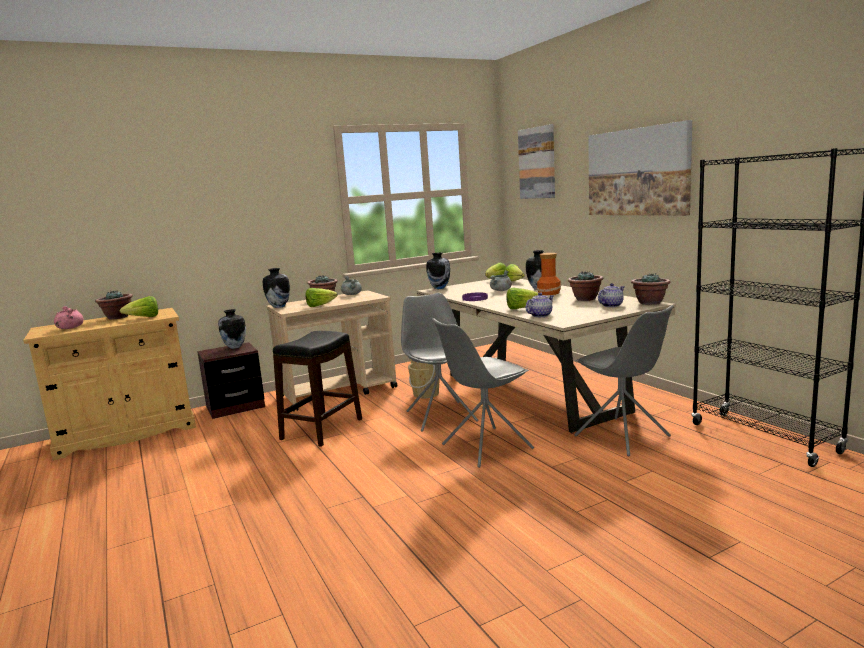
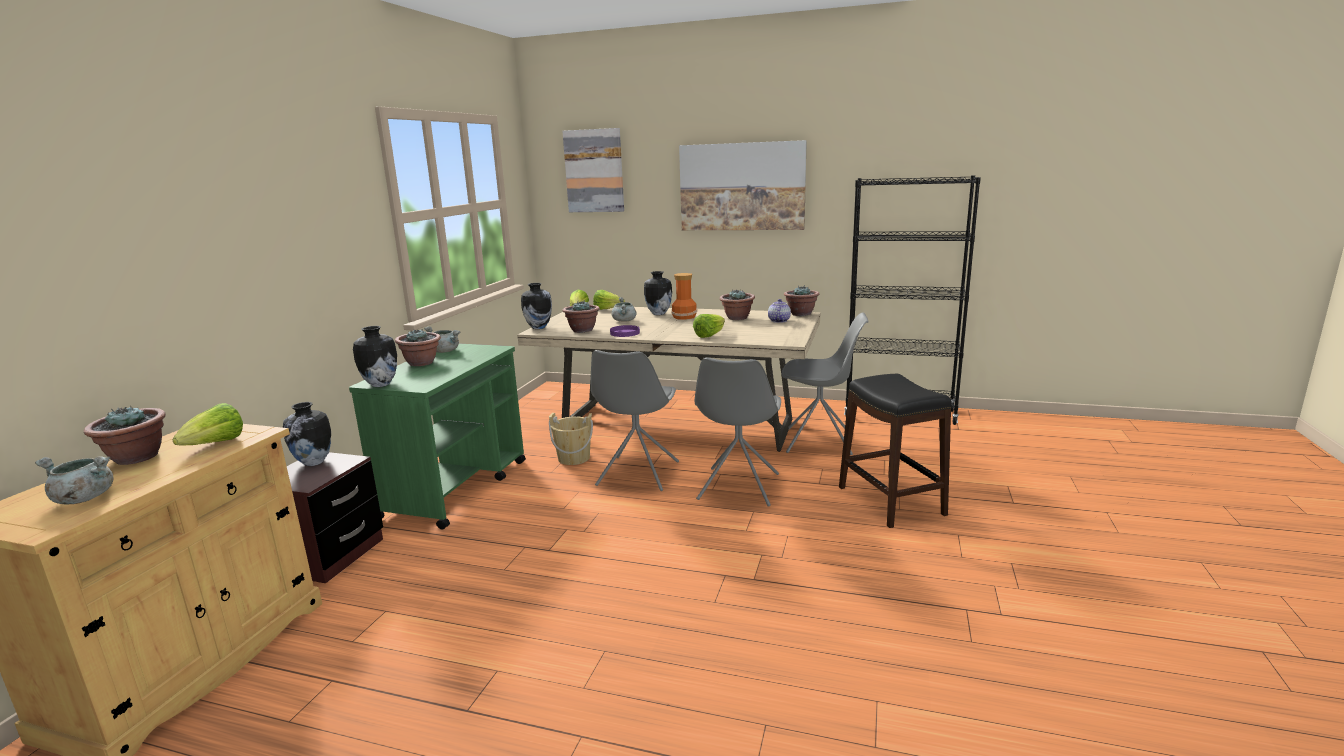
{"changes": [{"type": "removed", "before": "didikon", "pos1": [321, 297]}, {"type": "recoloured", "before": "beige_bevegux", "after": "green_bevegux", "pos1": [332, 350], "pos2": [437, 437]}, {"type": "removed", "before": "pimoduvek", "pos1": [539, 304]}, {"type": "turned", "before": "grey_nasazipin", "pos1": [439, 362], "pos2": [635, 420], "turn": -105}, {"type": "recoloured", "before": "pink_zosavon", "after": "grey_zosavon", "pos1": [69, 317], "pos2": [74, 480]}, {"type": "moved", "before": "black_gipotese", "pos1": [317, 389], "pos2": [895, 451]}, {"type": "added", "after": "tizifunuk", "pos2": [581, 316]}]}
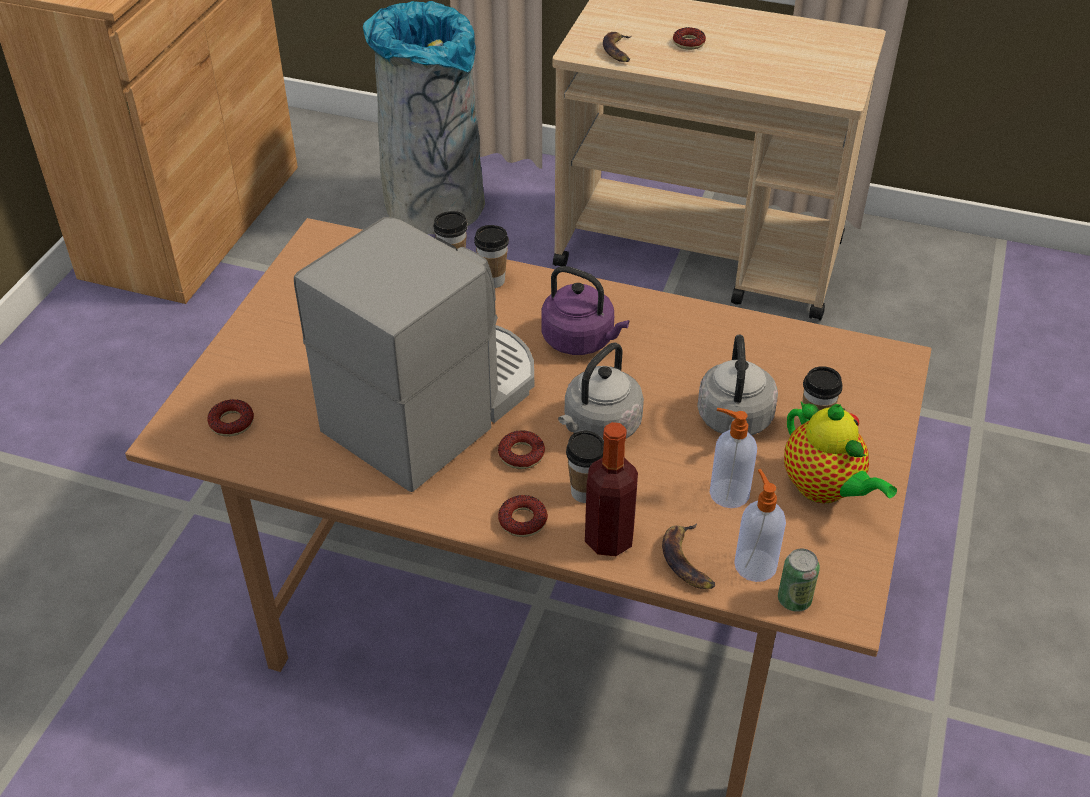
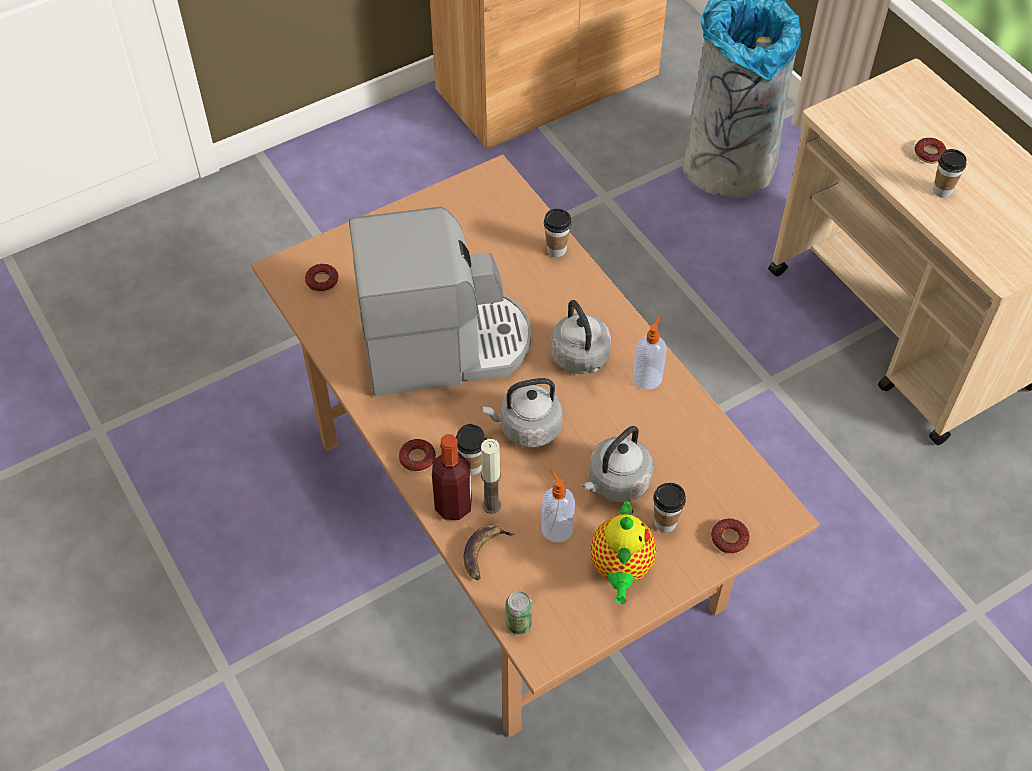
{"changes": [{"type": "removed", "before": "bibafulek", "pos1": [617, 47]}, {"type": "moved", "before": "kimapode", "pos1": [491, 256], "pos2": [950, 173]}, {"type": "recoloured", "before": "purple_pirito", "after": "grey_pirito", "pos1": [585, 310], "pos2": [581, 337]}, {"type": "moved", "before": "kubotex", "pos1": [521, 449], "pos2": [730, 536]}, {"type": "moved", "before": "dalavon", "pos1": [760, 525], "pos2": [650, 352]}, {"type": "added", "after": "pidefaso", "pos2": [491, 476]}]}
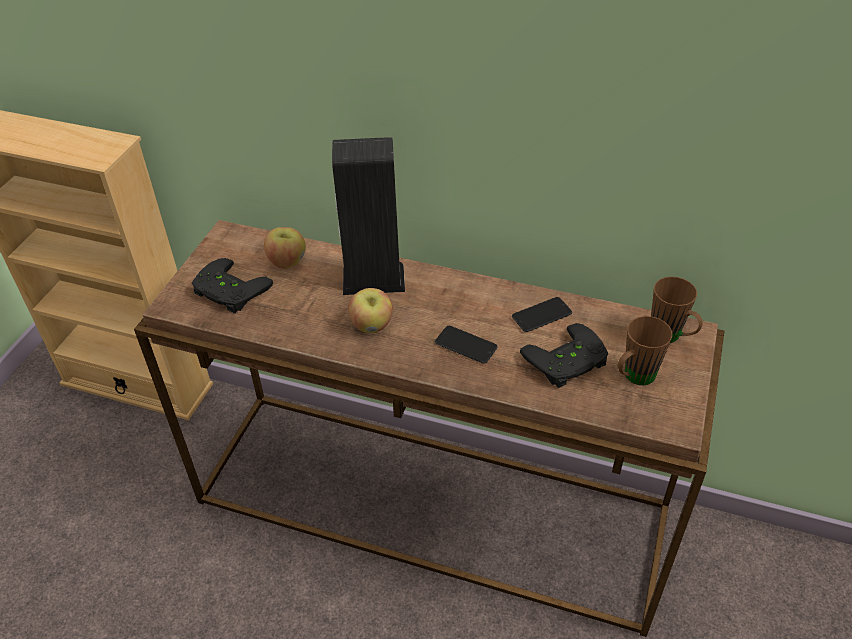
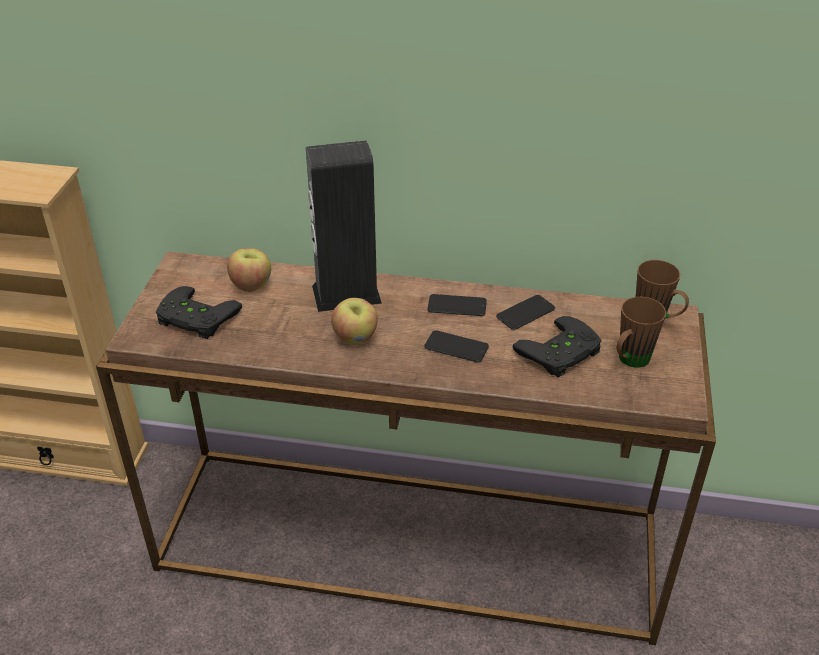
{"changes": [{"type": "added", "after": "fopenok", "pos2": [457, 305]}]}
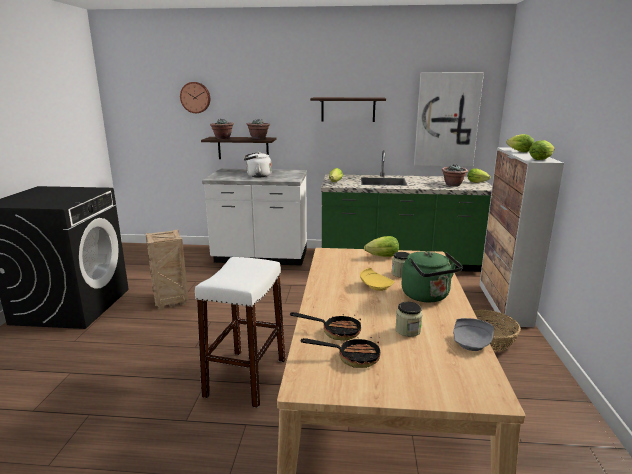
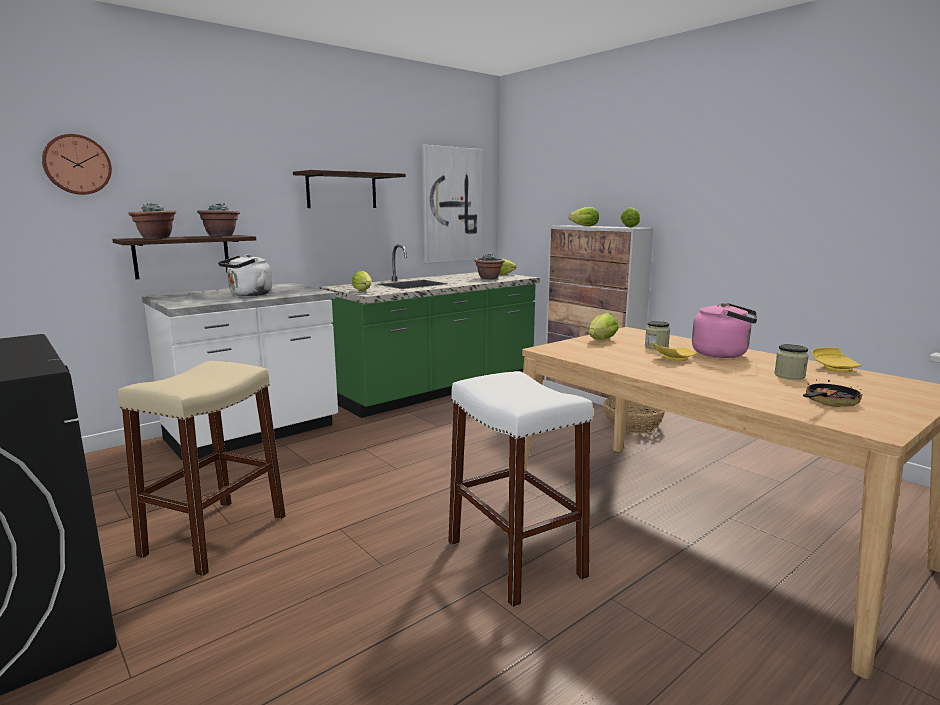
{"changes": [{"type": "replaced", "before": "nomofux", "after": "beige_gipotese", "pos1": [166, 269], "pos2": [202, 468]}, {"type": "recoloured", "before": "green_pirito", "after": "pink_pirito", "pos1": [432, 276], "pos2": [724, 330]}, {"type": "removed", "before": "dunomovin", "pos1": [325, 326]}, {"type": "recoloured", "before": "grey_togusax", "after": "yellow_togusax", "pos1": [473, 334], "pos2": [836, 360]}]}
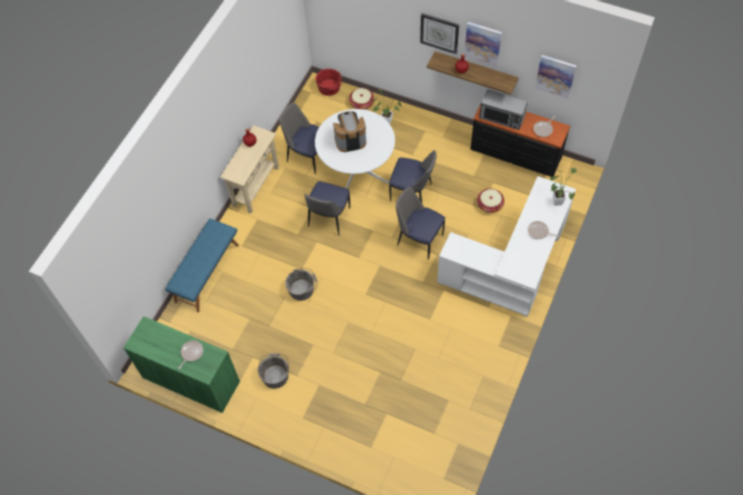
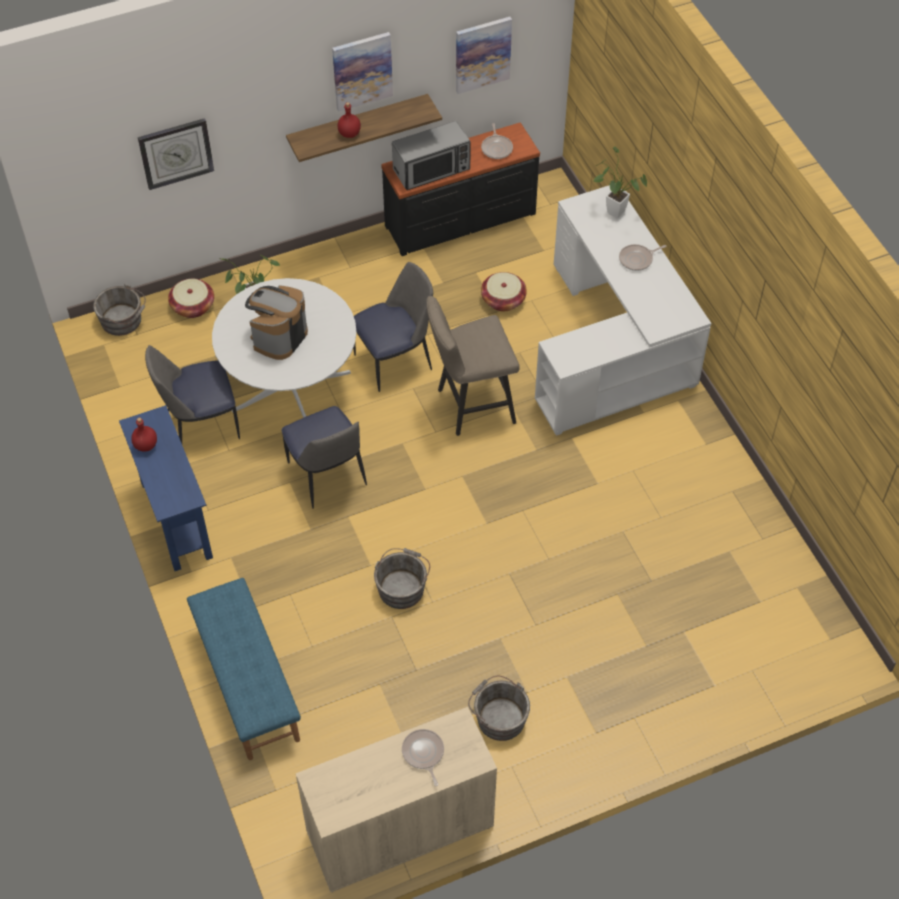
{"changes": [{"type": "moved", "before": "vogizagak", "pos1": [439, 33], "pos2": [176, 154]}, {"type": "recoloured", "before": "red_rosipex", "after": "grey_rosipex", "pos1": [329, 82], "pos2": [119, 310]}, {"type": "recoloured", "before": "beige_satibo", "after": "blue_satibo", "pos1": [249, 169], "pos2": [166, 488]}, {"type": "replaced", "before": "nasazipin", "after": "beige_gipotese", "pos1": [420, 223], "pos2": [473, 366]}, {"type": "recoloured", "before": "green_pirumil", "after": "beige_pirumil", "pos1": [182, 364], "pos2": [396, 799]}]}
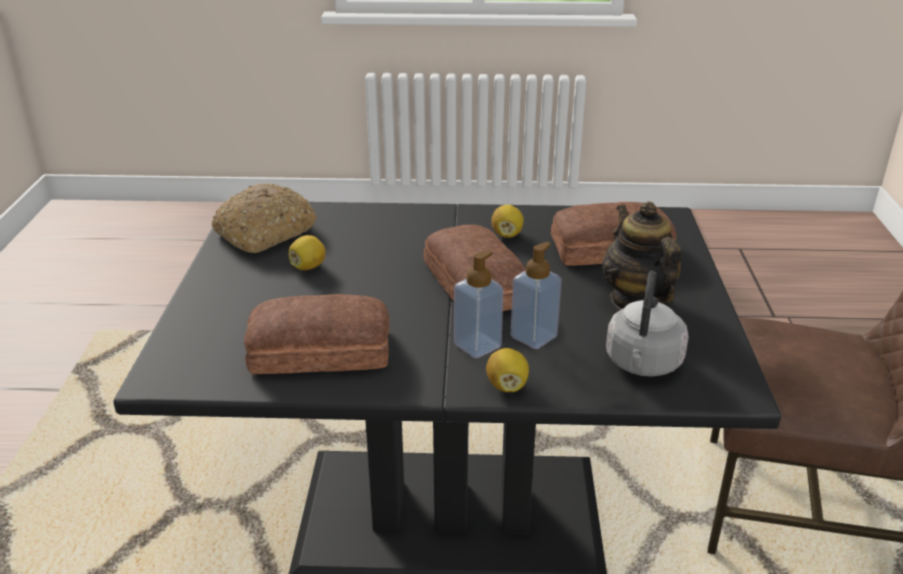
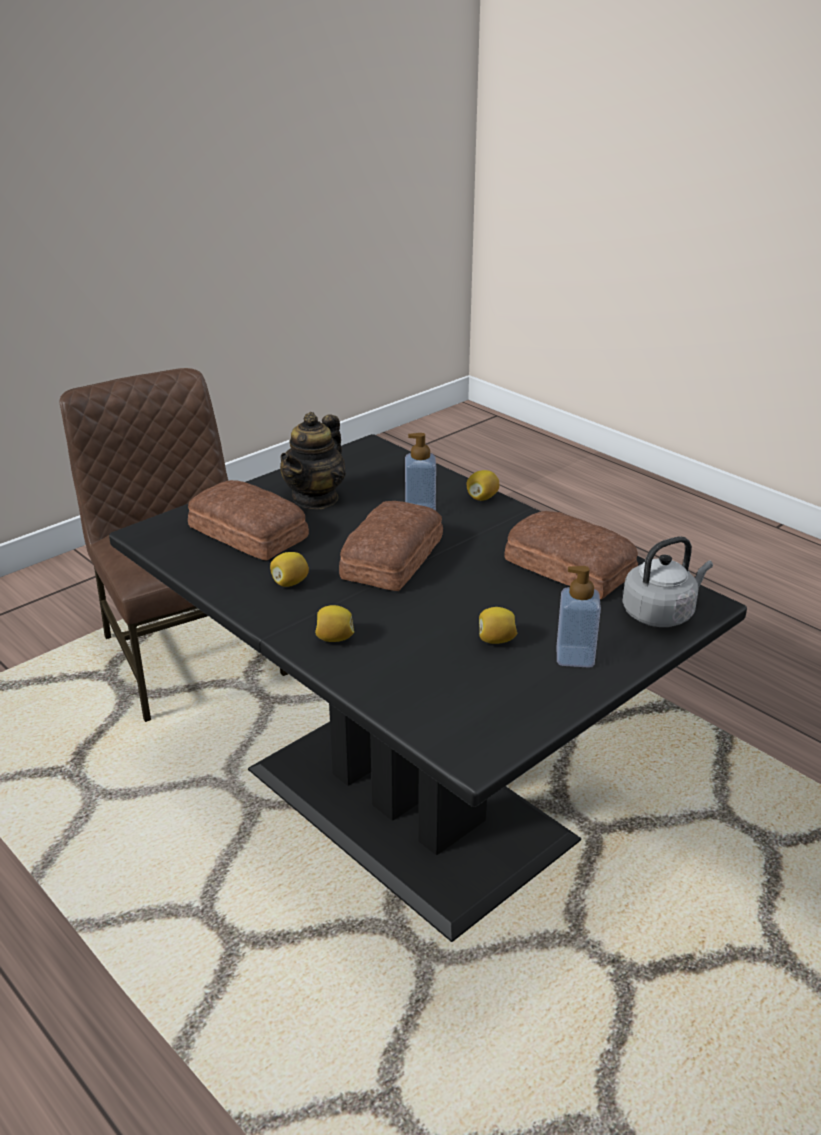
{"changes": [{"type": "removed", "before": "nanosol", "pos1": [264, 218]}, {"type": "moved", "before": "dalavon", "pos1": [479, 304], "pos2": [579, 617]}, {"type": "moved", "before": "grey_pirito", "pos1": [647, 324], "pos2": [667, 581]}, {"type": "added", "after": "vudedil", "pos2": [334, 623]}]}
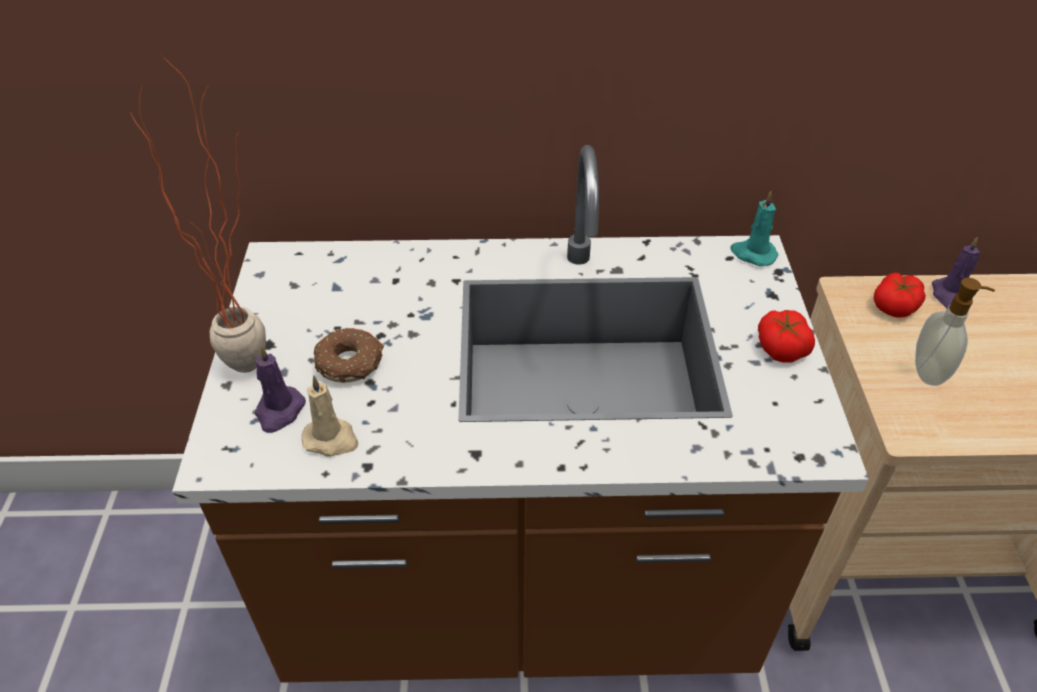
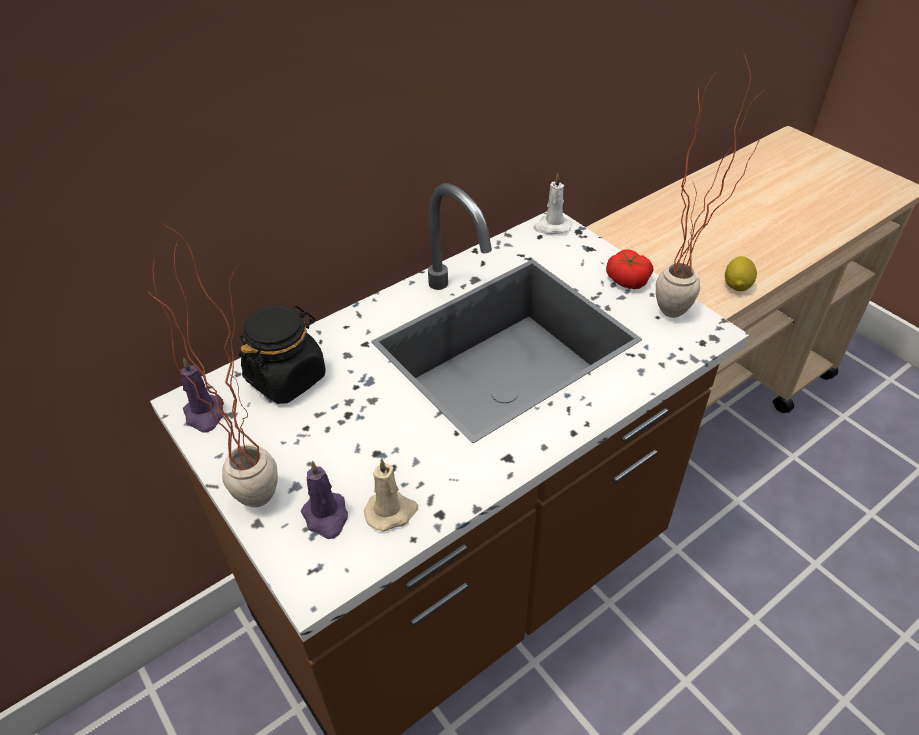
{"changes": [{"type": "recoloured", "before": "turquoise_pidefaso", "after": "white_pidefaso", "pos1": [754, 228], "pos2": [552, 203]}, {"type": "moved", "before": "purple_pidefaso", "pos1": [956, 272], "pos2": [202, 395]}, {"type": "removed", "before": "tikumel", "pos1": [899, 295]}, {"type": "removed", "before": "dalavon", "pos1": [955, 332]}, {"type": "removed", "before": "kubotex", "pos1": [349, 355]}, {"type": "added", "after": "tizifunuk", "pos2": [713, 185]}, {"type": "added", "after": "vudedil", "pos2": [741, 273]}, {"type": "added", "after": "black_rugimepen", "pos2": [282, 354]}]}
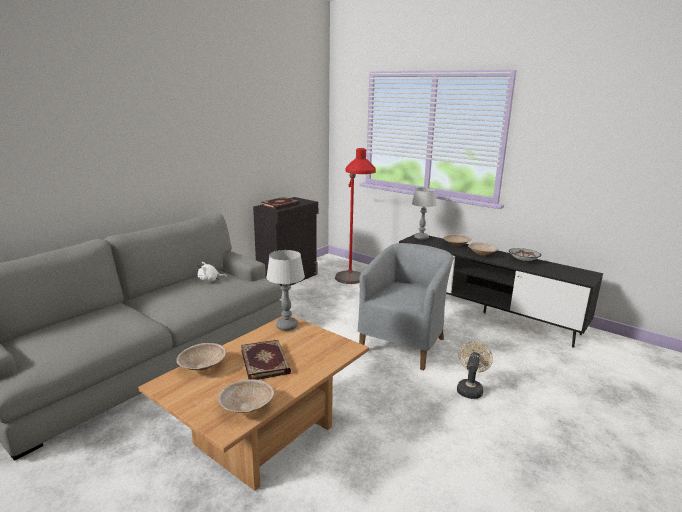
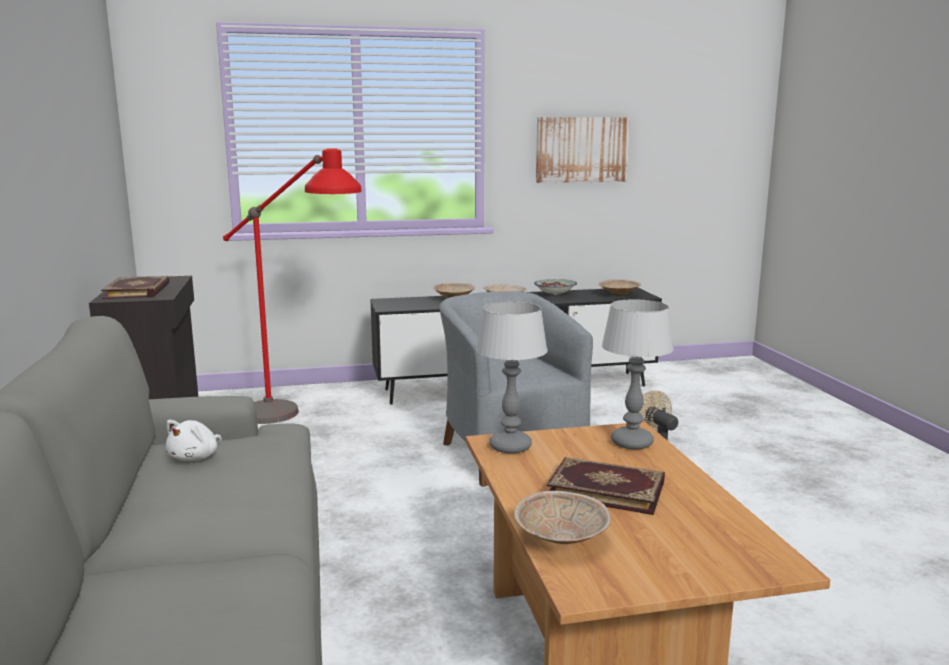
{"changes": [{"type": "moved", "before": "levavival", "pos1": [424, 213], "pos2": [638, 374]}, {"type": "moved", "before": "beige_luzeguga", "pos1": [246, 396], "pos2": [620, 287]}, {"type": "added", "after": "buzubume", "pos2": [583, 150]}]}
